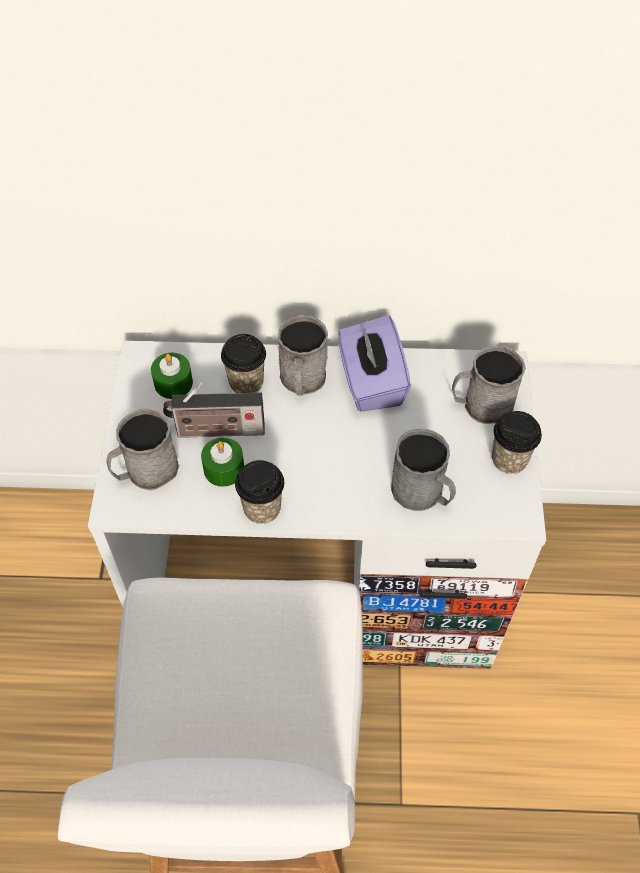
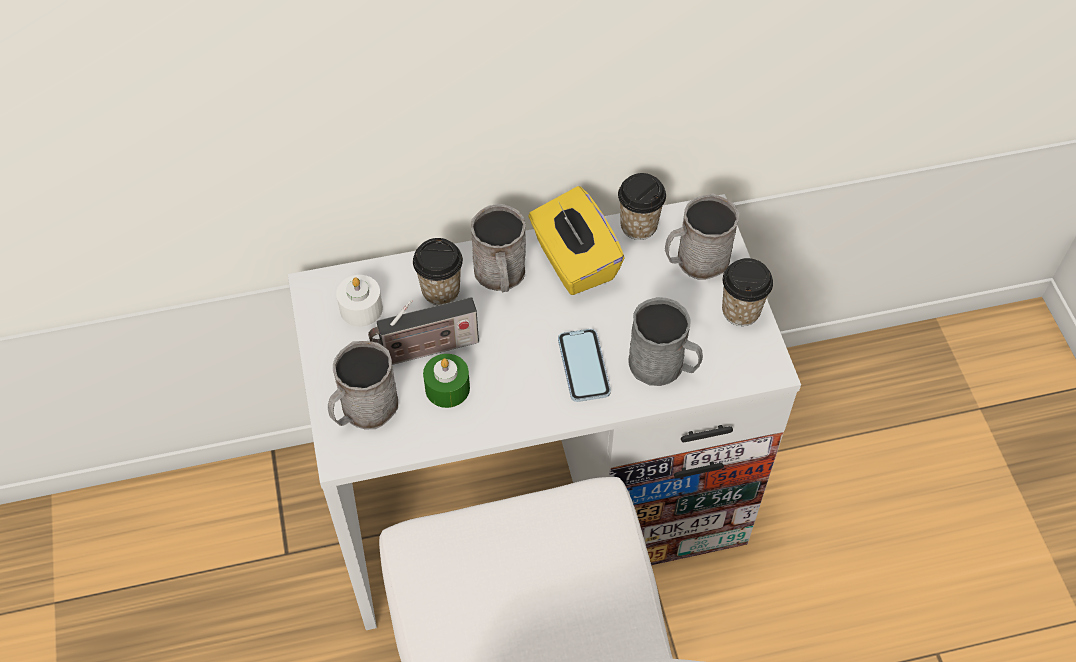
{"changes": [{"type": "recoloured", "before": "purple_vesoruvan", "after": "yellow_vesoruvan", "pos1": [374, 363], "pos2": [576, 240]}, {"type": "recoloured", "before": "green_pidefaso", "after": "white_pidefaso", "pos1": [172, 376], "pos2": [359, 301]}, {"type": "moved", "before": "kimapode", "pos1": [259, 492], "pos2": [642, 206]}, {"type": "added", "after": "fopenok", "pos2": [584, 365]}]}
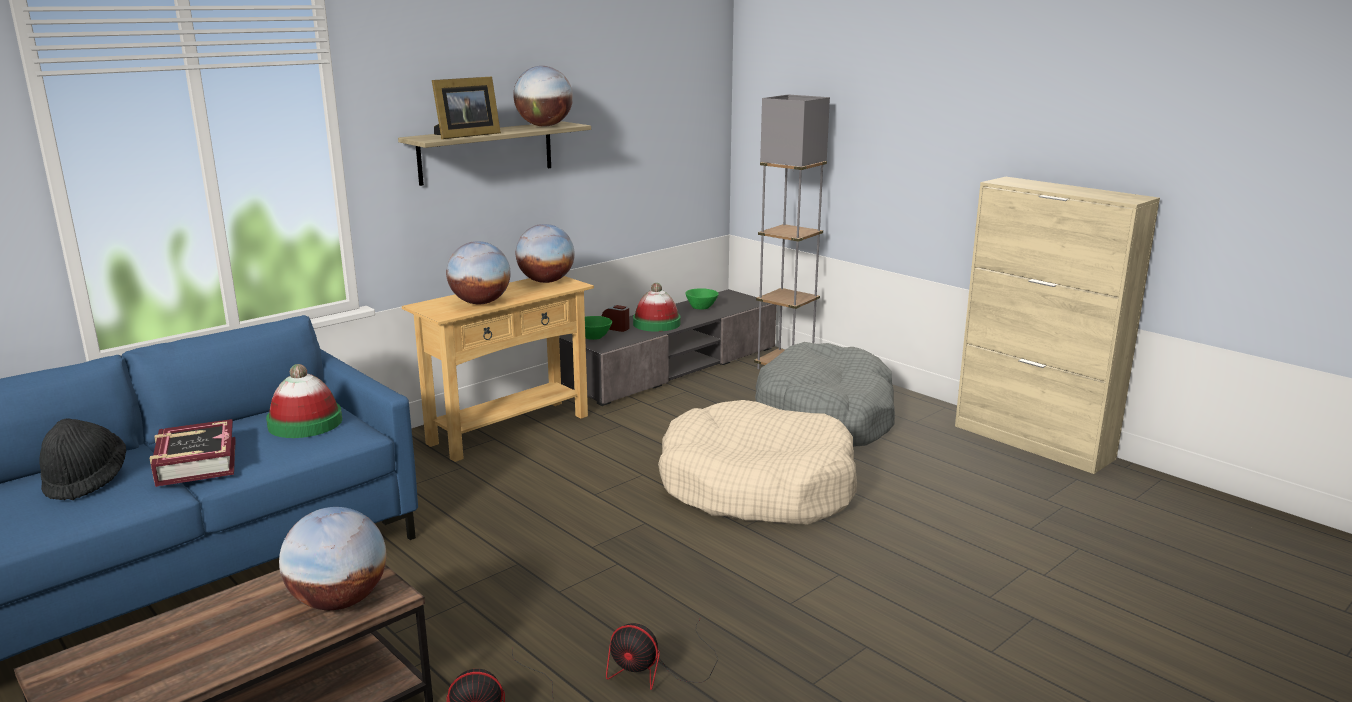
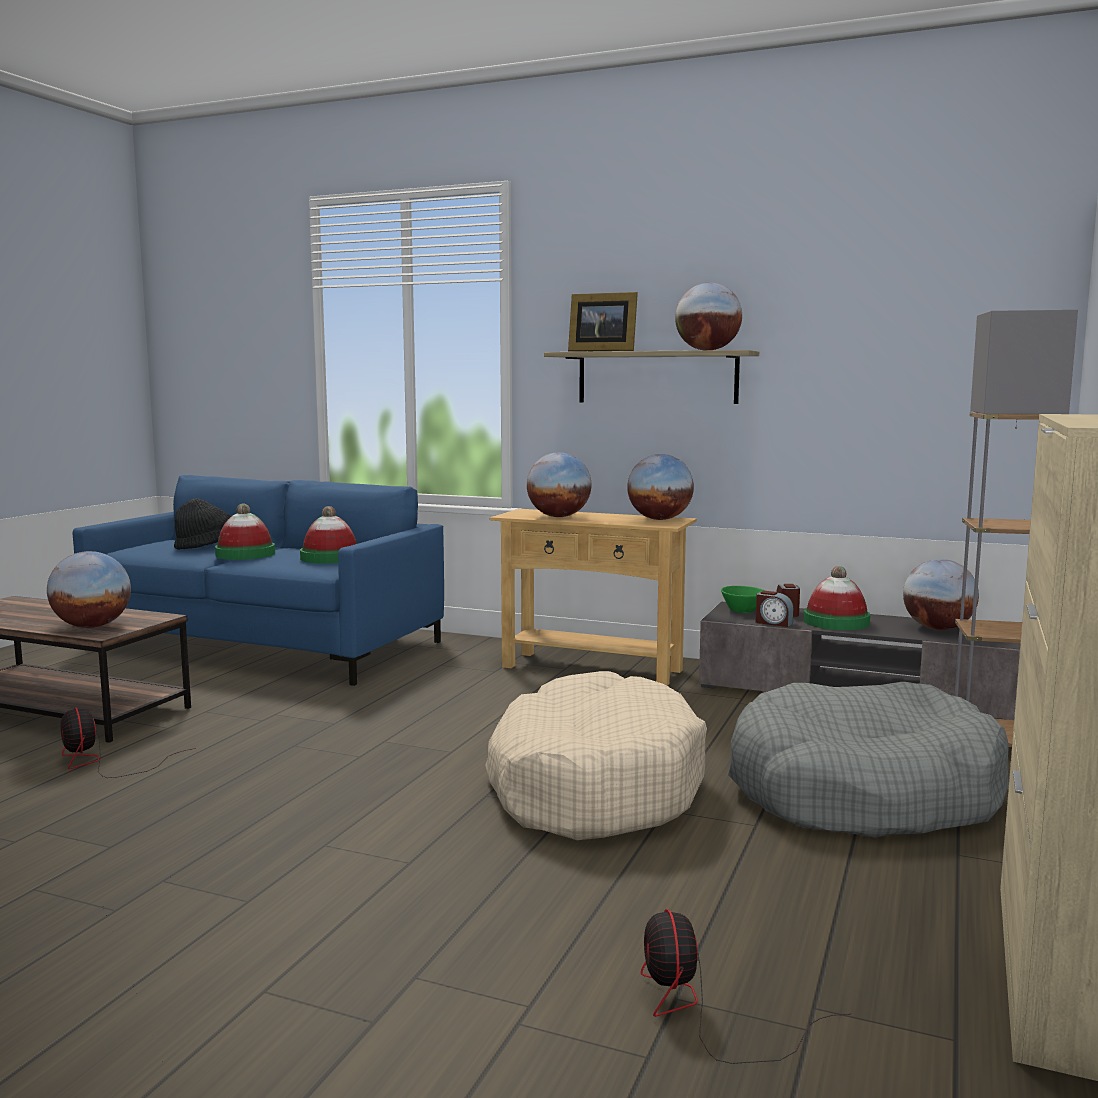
{"changes": [{"type": "replaced", "before": "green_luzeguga", "after": "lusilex", "pos1": [702, 299], "pos2": [941, 594]}, {"type": "replaced", "before": "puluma", "after": "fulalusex", "pos1": [193, 453], "pos2": [245, 532]}, {"type": "moved", "before": "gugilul", "pos1": [662, 654], "pos2": [746, 986]}, {"type": "added", "after": "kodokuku", "pos2": [775, 609]}]}
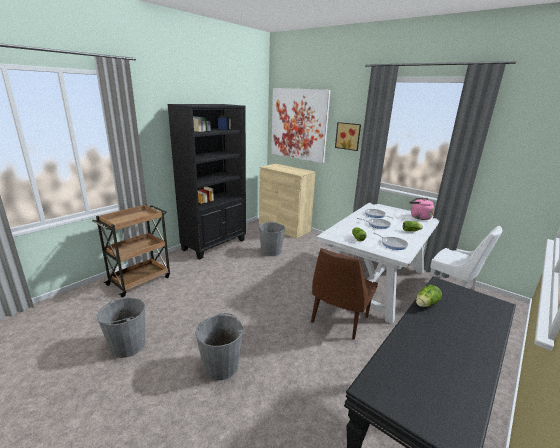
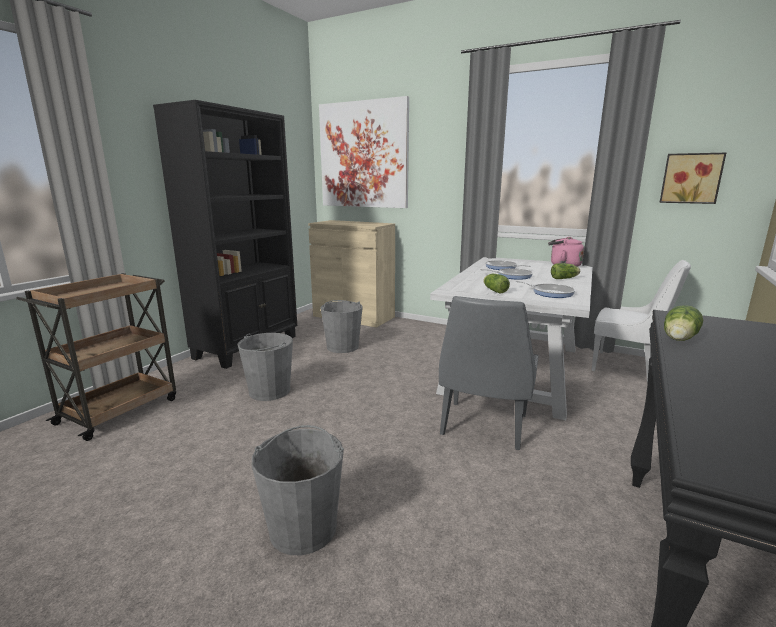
{"changes": [{"type": "moved", "before": "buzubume", "pos1": [348, 136], "pos2": [692, 178]}, {"type": "recoloured", "before": "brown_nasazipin", "after": "grey_nasazipin", "pos1": [344, 294], "pos2": [489, 373]}, {"type": "moved", "before": "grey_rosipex", "pos1": [120, 328], "pos2": [265, 367]}]}
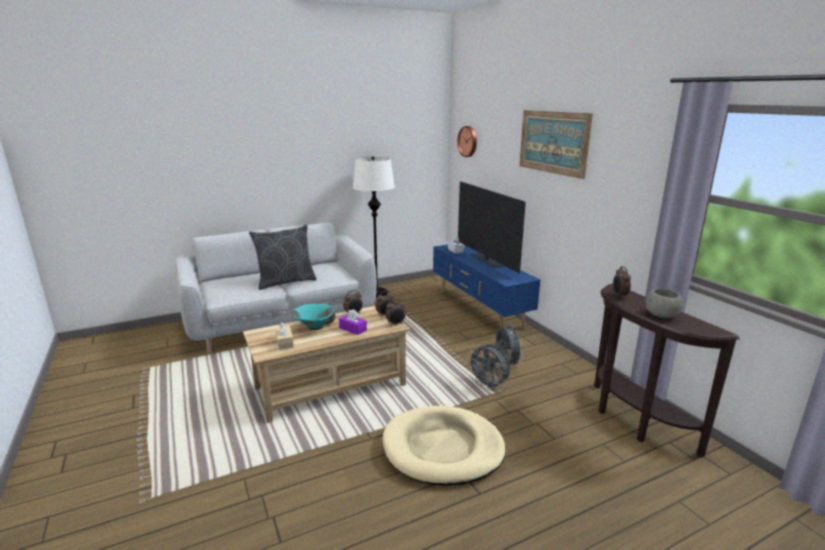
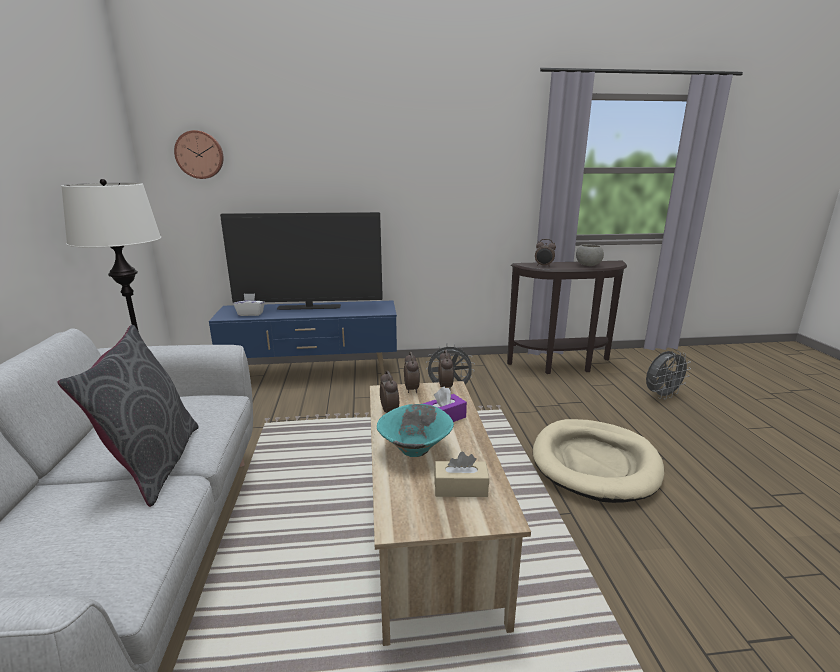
{"changes": [{"type": "removed", "before": "buzubume", "pos1": [556, 144]}, {"type": "moved", "before": "grey_gugilul", "pos1": [489, 367], "pos2": [668, 375]}]}
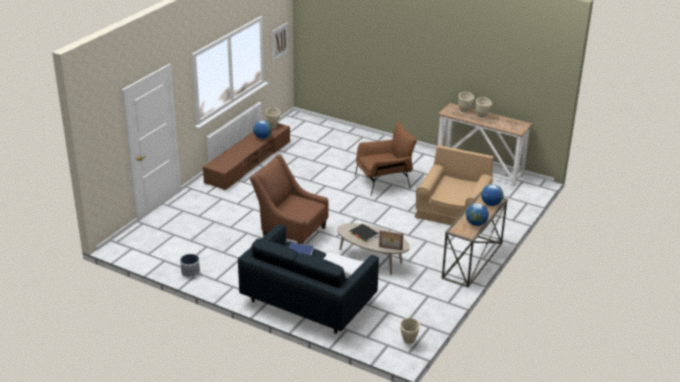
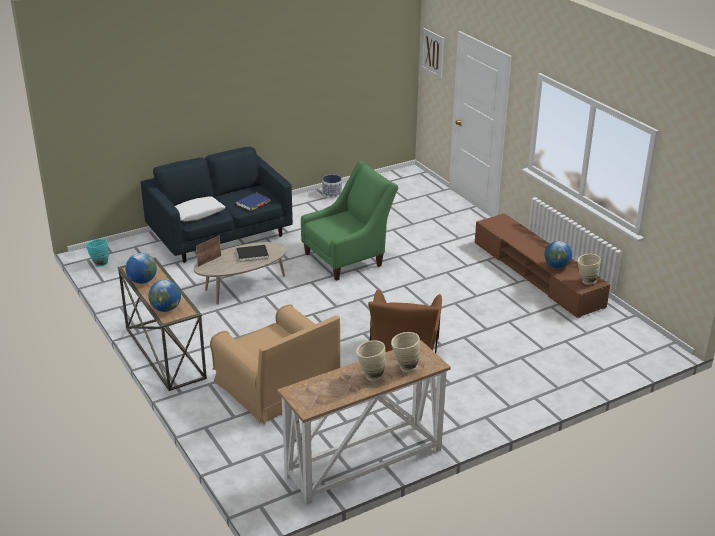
{"changes": [{"type": "moved", "before": "buzubume", "pos1": [280, 42], "pos2": [432, 53]}, {"type": "recoloured", "before": "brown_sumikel", "after": "green_sumikel", "pos1": [289, 199], "pos2": [350, 221]}, {"type": "recoloured", "before": "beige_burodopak", "after": "turquoise_burodopak", "pos1": [410, 331], "pos2": [97, 253]}]}
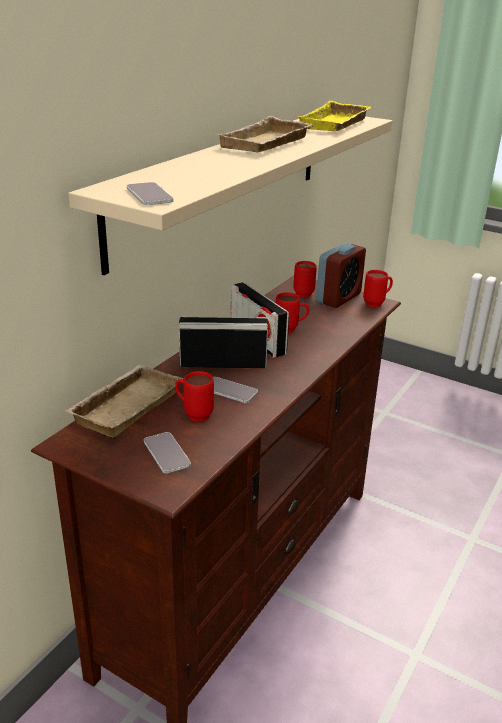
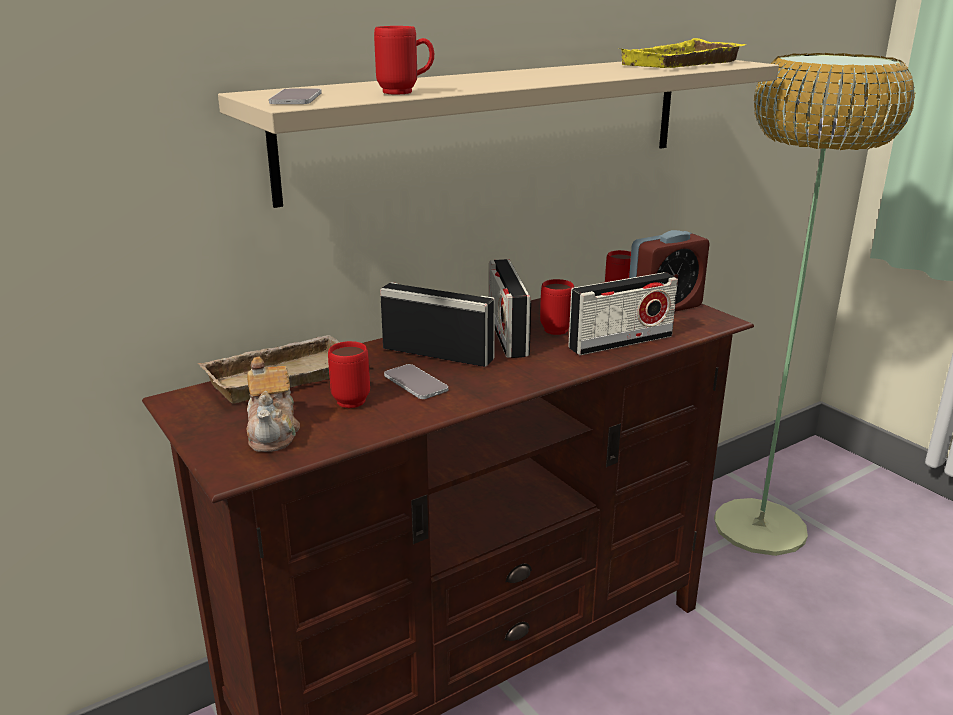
{"changes": [{"type": "removed", "before": "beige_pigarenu", "pos1": [264, 134]}, {"type": "moved", "before": "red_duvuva", "pos1": [378, 288], "pos2": [404, 60]}, {"type": "replaced", "before": "fopenok", "after": "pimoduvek", "pos1": [167, 453], "pos2": [273, 404]}, {"type": "added", "after": "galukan", "pos2": [814, 304]}, {"type": "added", "after": "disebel", "pos2": [623, 313]}]}
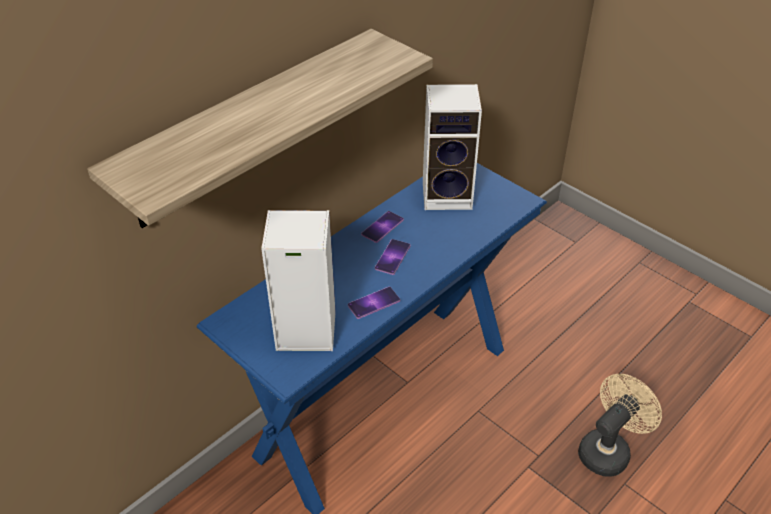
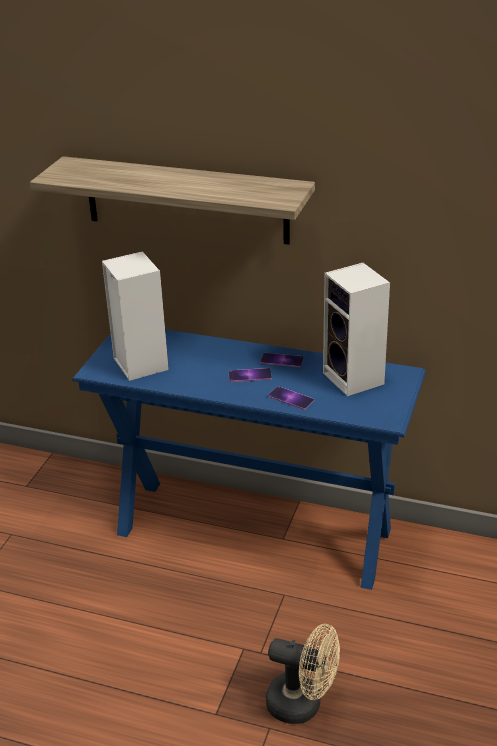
{"changes": [{"type": "moved", "before": "fopenok", "pos1": [374, 303], "pos2": [291, 398]}]}
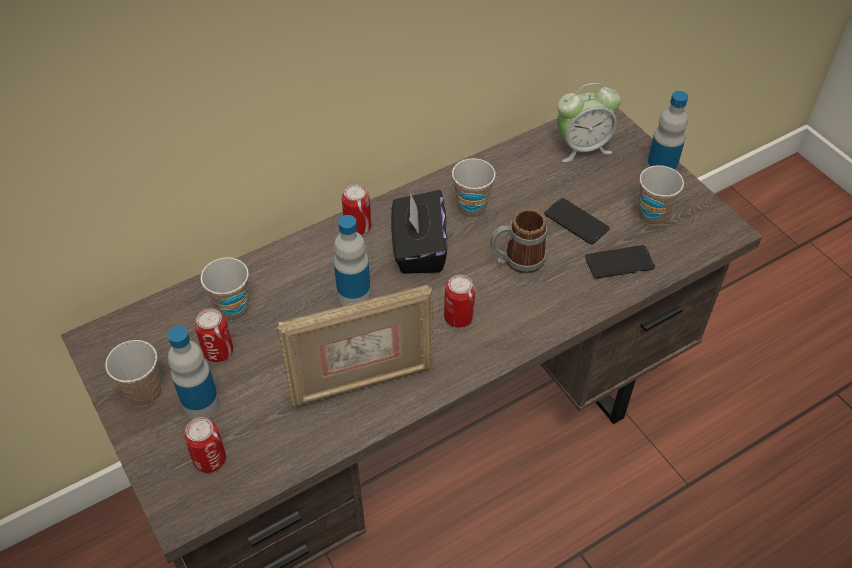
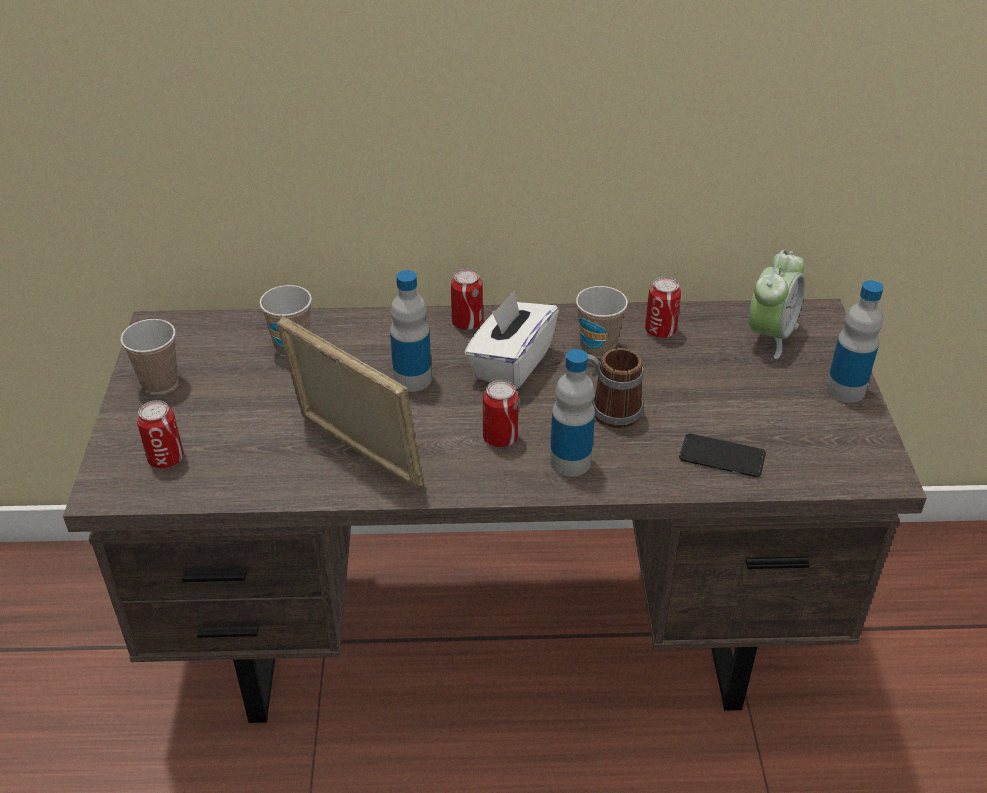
{"changes": [{"type": "turned", "before": "kodokuku", "pos1": [589, 122], "pos2": [777, 304], "turn": -75}, {"type": "removed", "before": "kimapode", "pos1": [661, 195]}, {"type": "recoloured", "before": "black_vesoruvan", "after": "white_vesoruvan", "pos1": [419, 232], "pos2": [512, 340]}, {"type": "removed", "before": "fopenok", "pos1": [576, 221]}, {"type": "turned", "before": "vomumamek", "pos1": [355, 346], "pos2": [350, 401], "turn": -150}, {"type": "moved", "before": "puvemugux", "pos1": [214, 335], "pos2": [663, 307]}, {"type": "moved", "before": "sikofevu", "pos1": [194, 372], "pos2": [572, 413]}]}
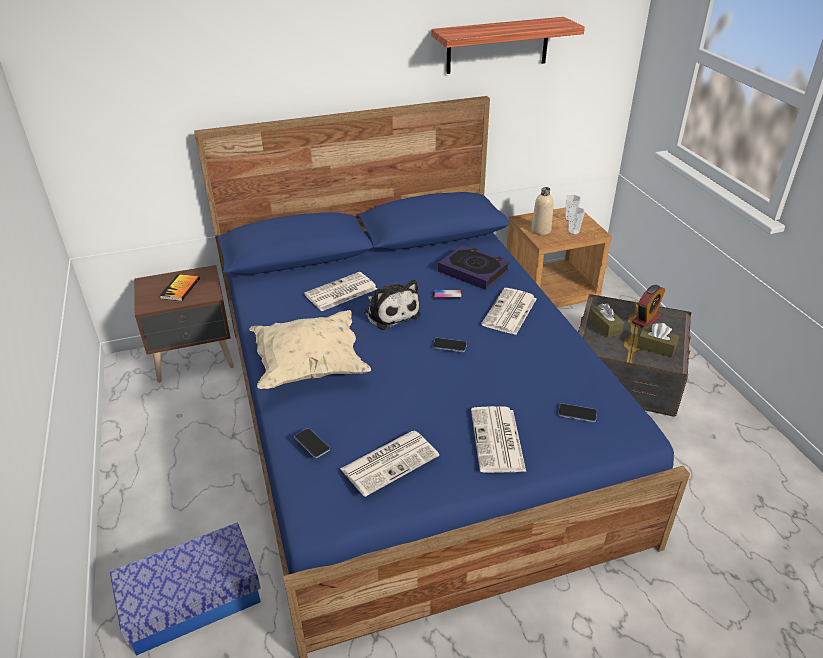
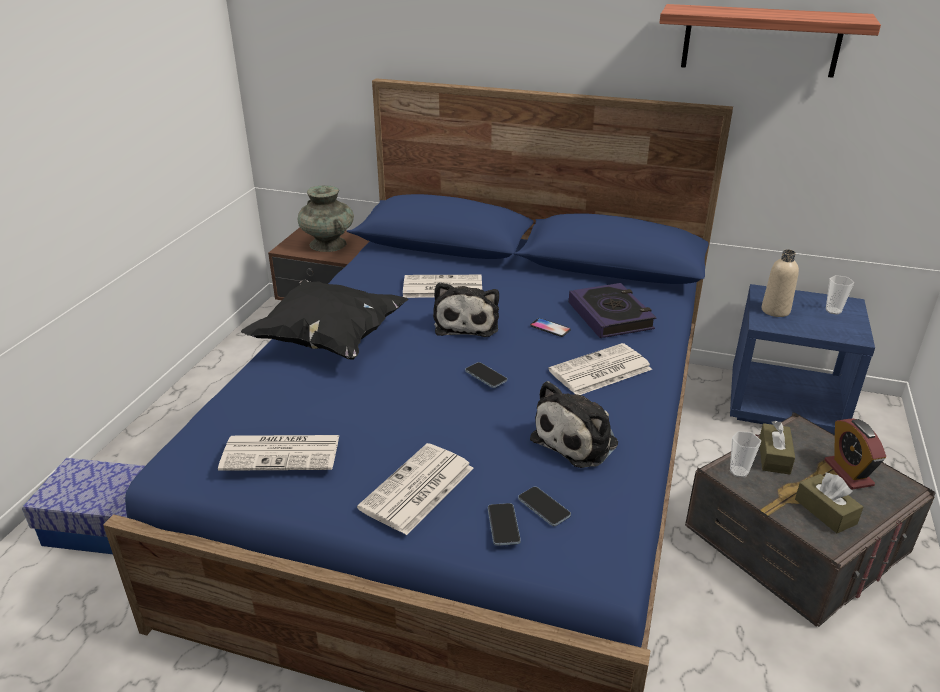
{"changes": [{"type": "recoloured", "before": "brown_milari", "after": "blue_milari", "pos1": [559, 257], "pos2": [802, 359]}, {"type": "moved", "before": "kimapode", "pos1": [577, 221], "pos2": [745, 454]}, {"type": "replaced", "before": "puluma", "after": "turquoise_burodopak", "pos1": [180, 287], "pos2": [325, 219]}, {"type": "turned", "before": "kodokuku", "pos1": [648, 306], "pos2": [855, 454], "turn": 90}, {"type": "recoloured", "before": "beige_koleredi", "after": "black_koleredi", "pos1": [310, 349], "pos2": [324, 319]}, {"type": "moved", "before": "fopenok", "pos1": [312, 443], "pos2": [504, 524]}, {"type": "added", "after": "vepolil", "pos2": [574, 424]}]}
